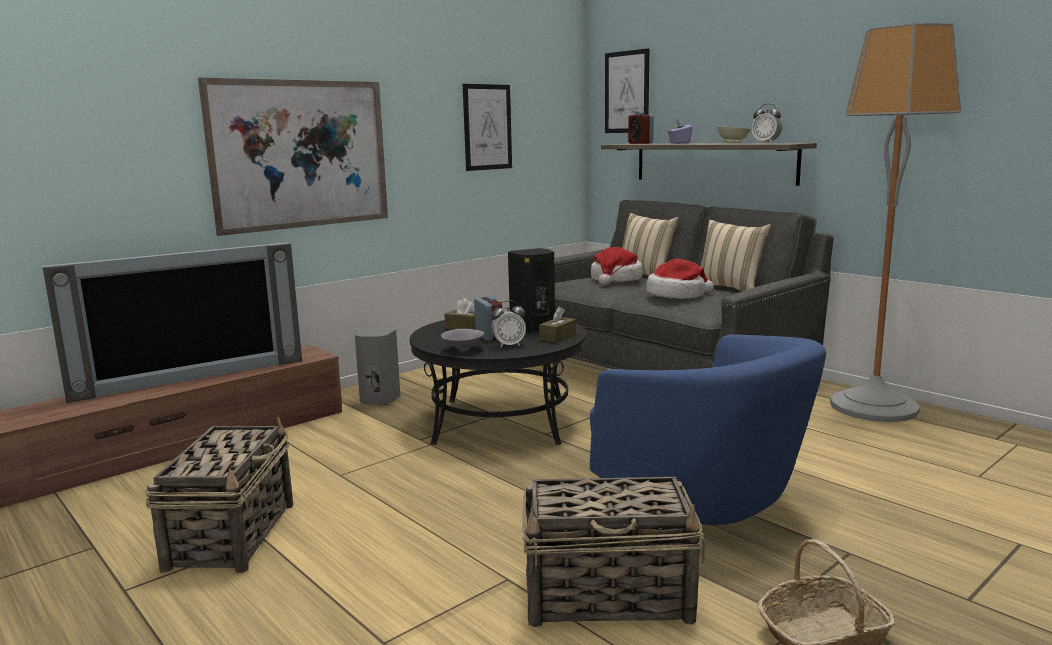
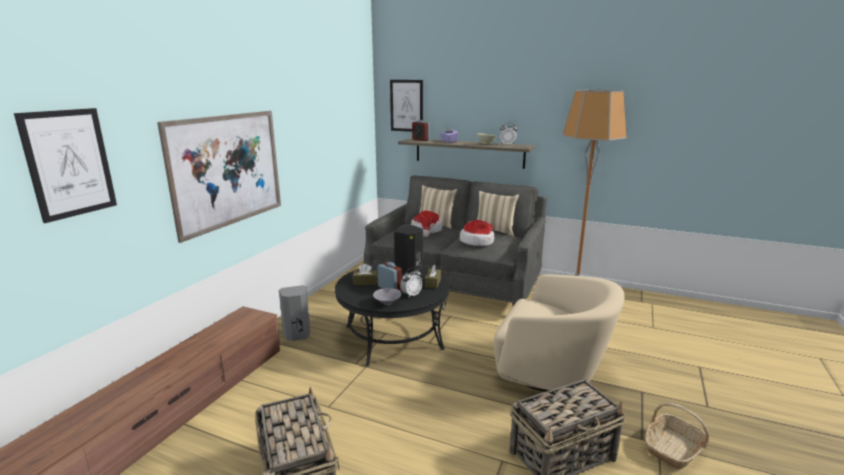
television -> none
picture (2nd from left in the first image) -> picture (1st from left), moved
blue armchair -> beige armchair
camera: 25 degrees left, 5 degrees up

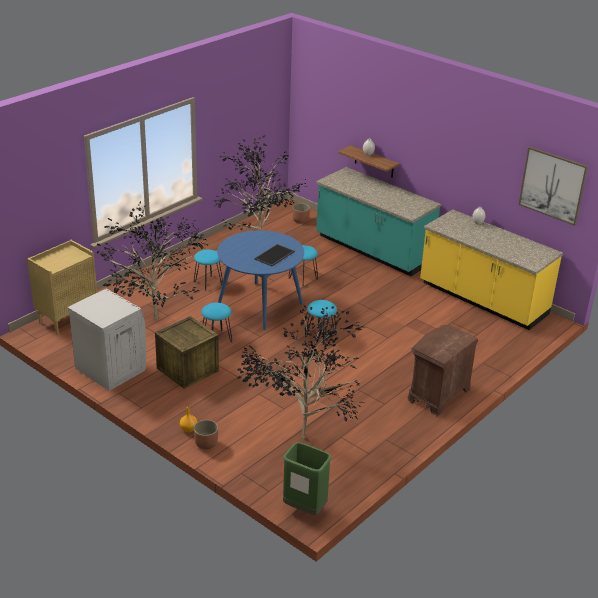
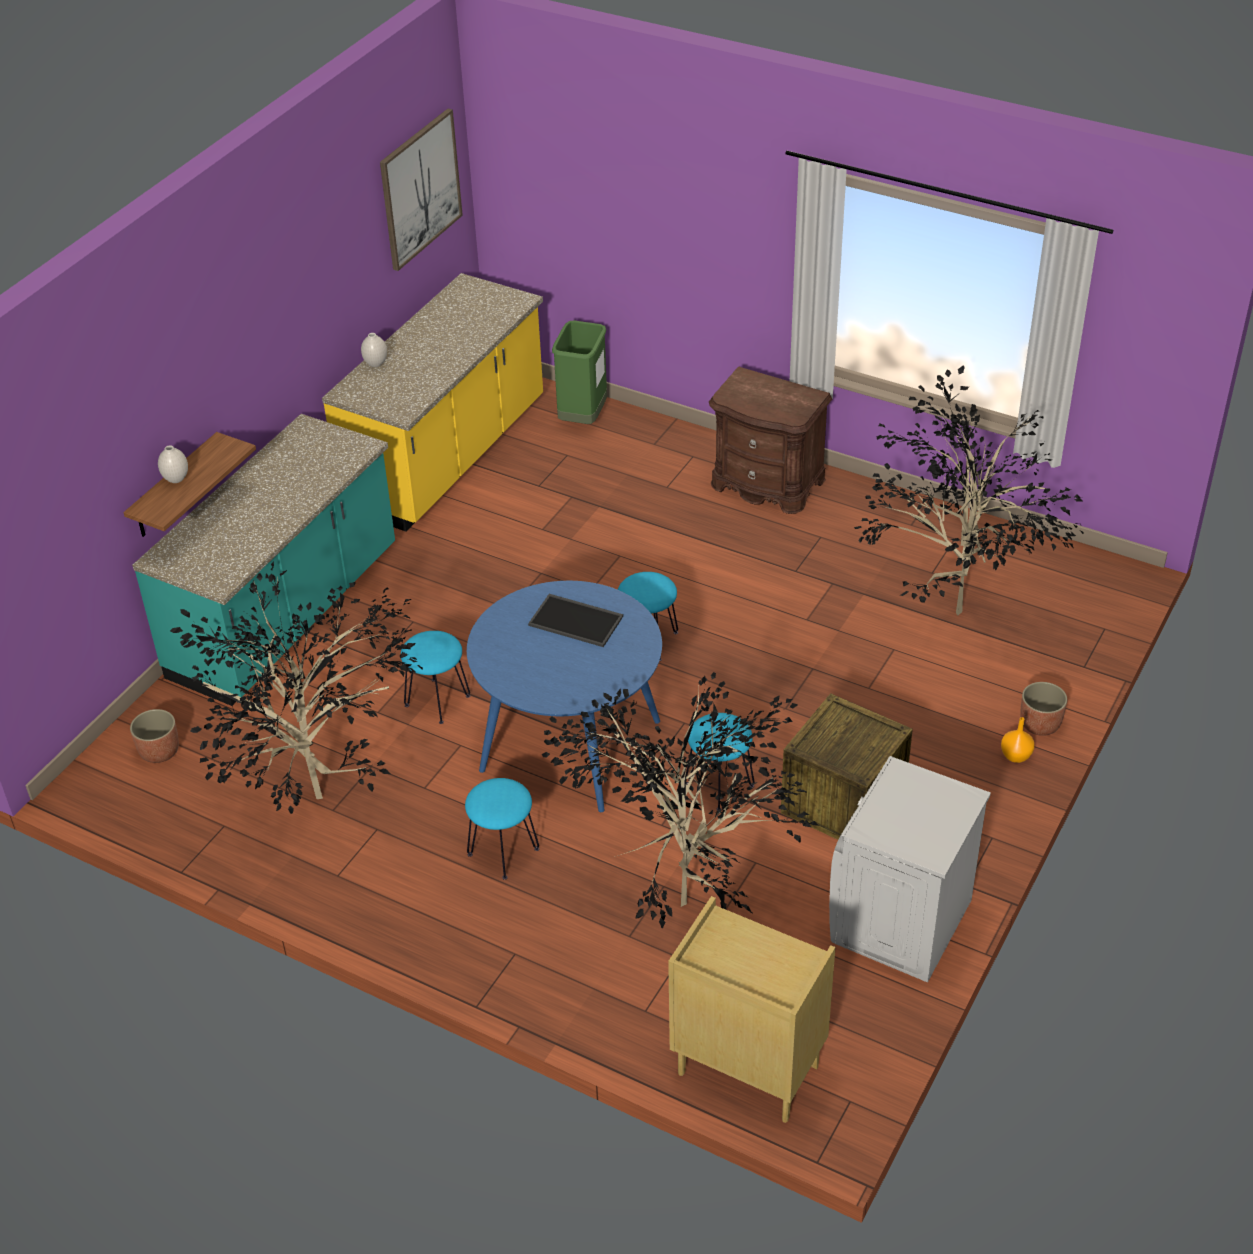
green trash can, moved
camera: 100 degrees left, 10 degrees up

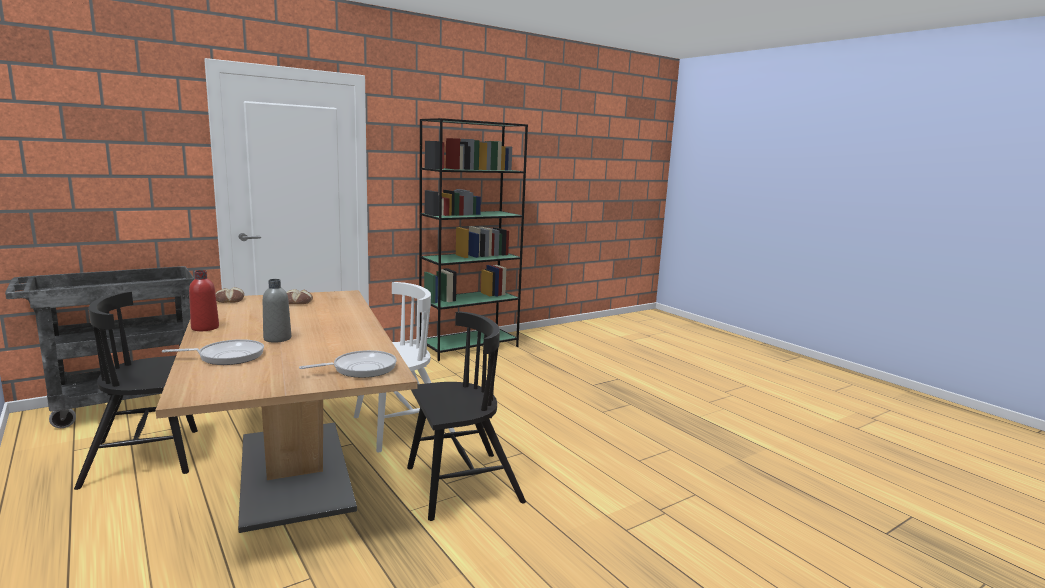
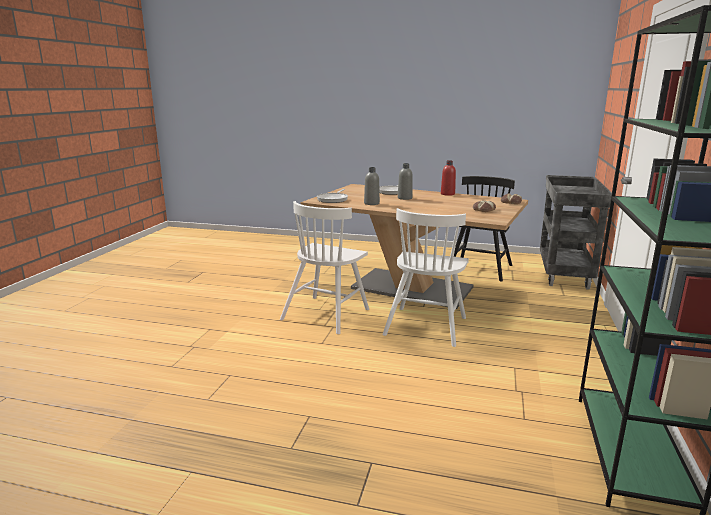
none -> grey bottle (1st from left)
black chair (2nd from left) -> white chair (1st from left)
camera: 140 degrees right, 5 degrees up

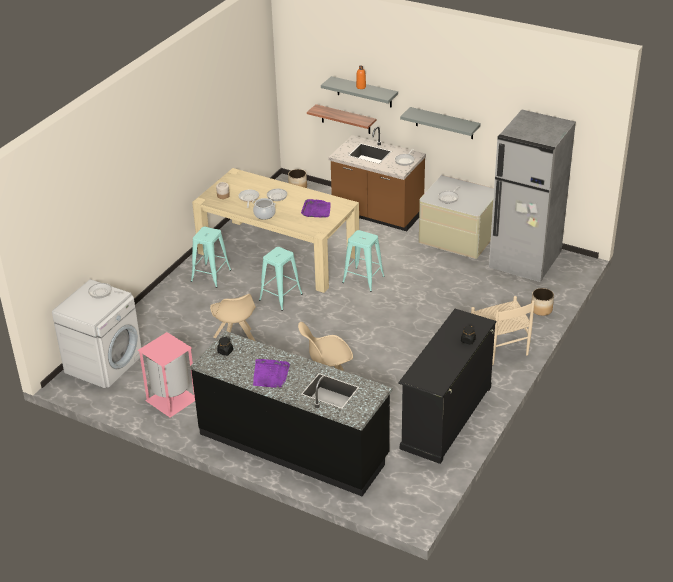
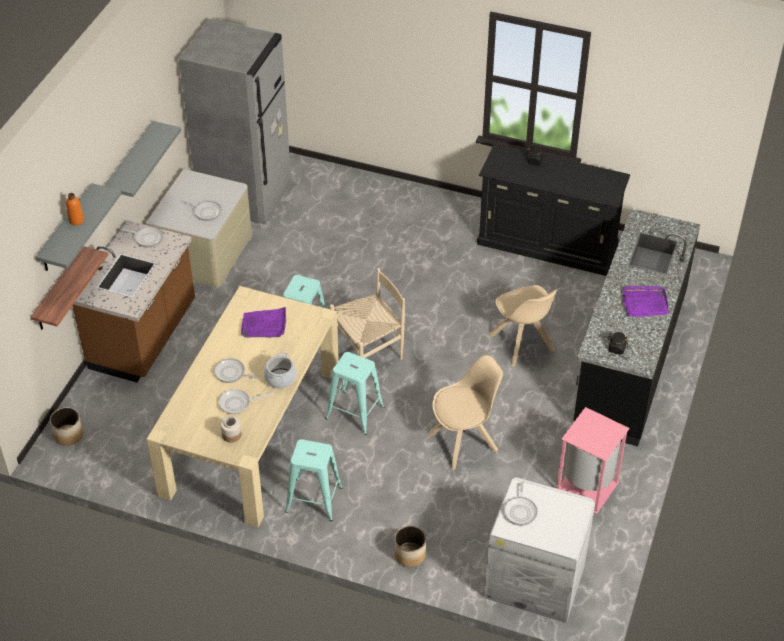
beige chair (3rd from left in the first image) -> beige chair (1st from left), moved
planter (2nd from left), moved
camera: 100 degrees left, 10 degrees up

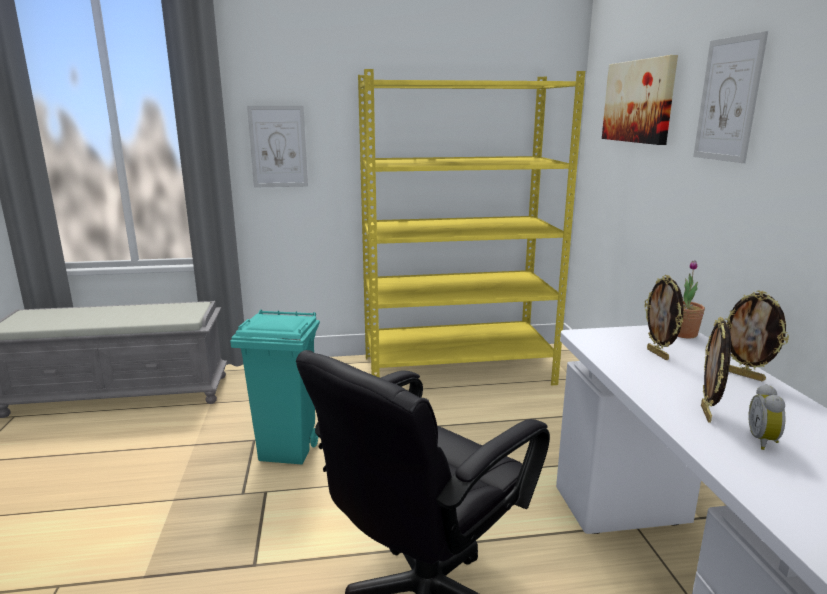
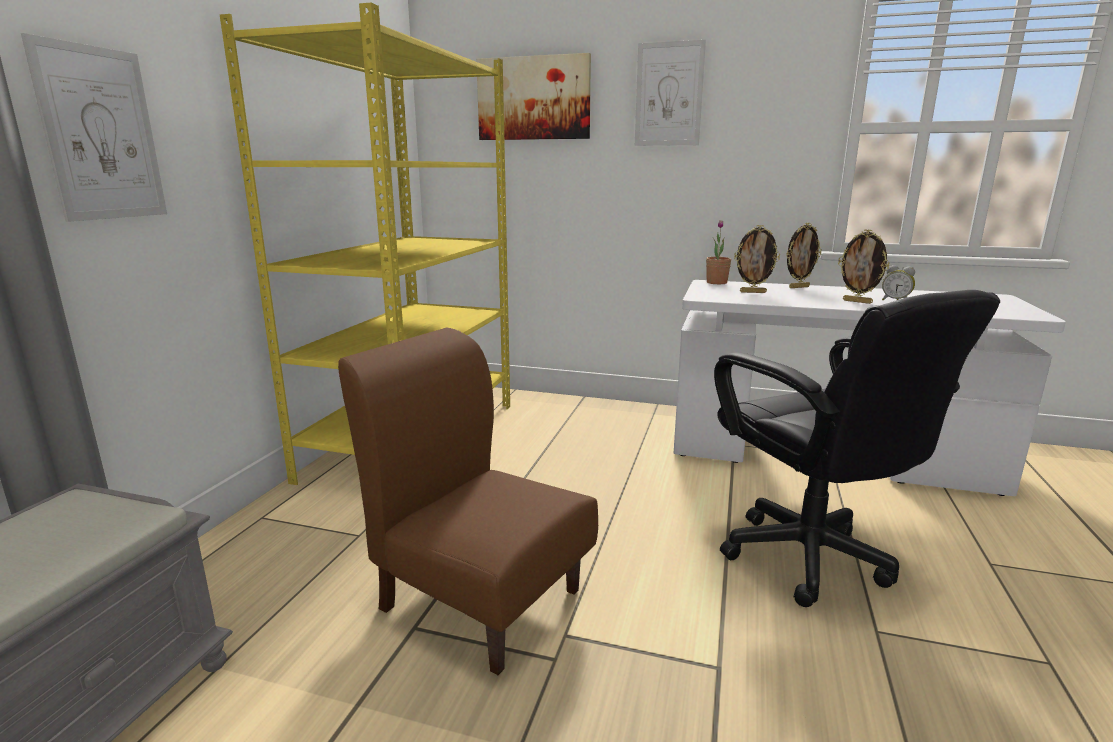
turquoise trash can -> brown chair
camera: 65 degrees left, 0 degrees up

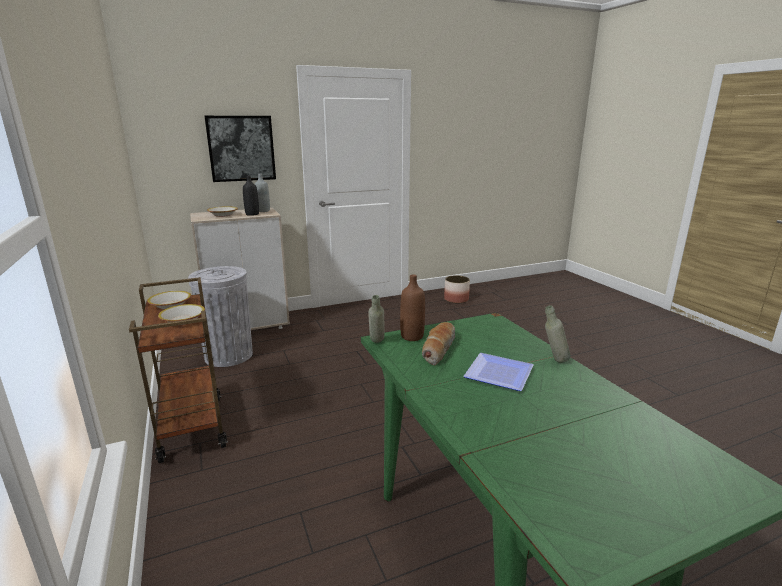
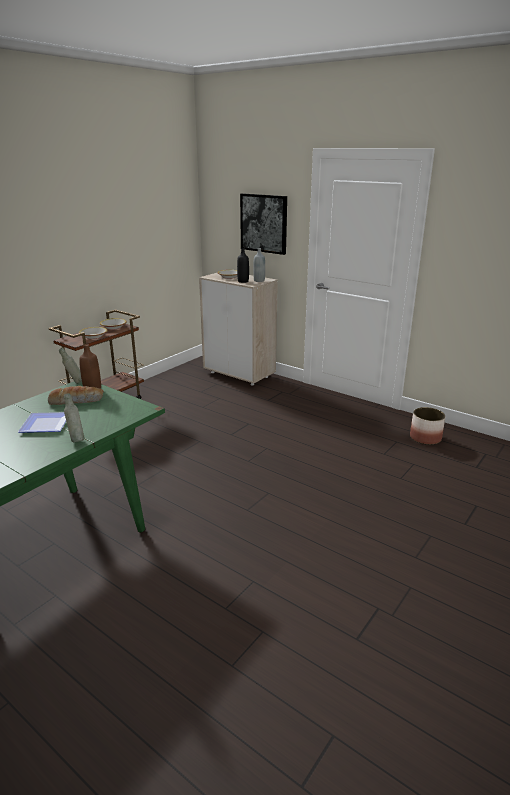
grey trash can -> none
camera: 60 degrees right, 5 degrees up

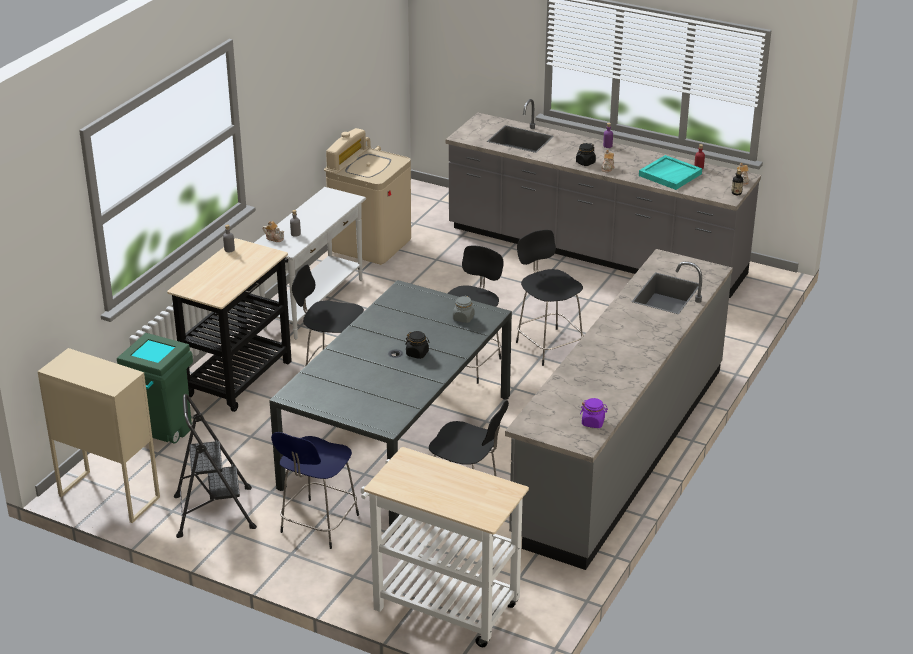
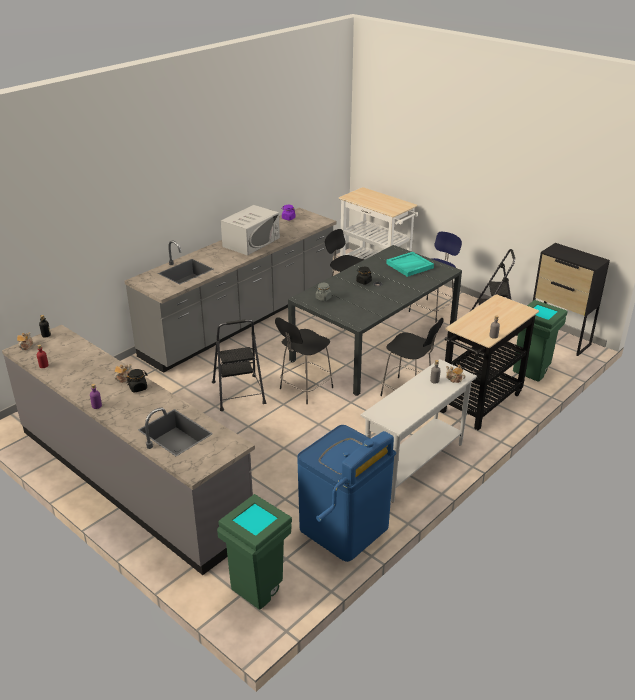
none -> green trash can (1st from left)
none -> white microwave
turquoise tray, moved
black stool (4th from left) -> black step ladder (1st from left)
beige cabinet -> black cabinet
beige washing machine -> blue washing machine
camera: 165 degrees left, 0 degrees up

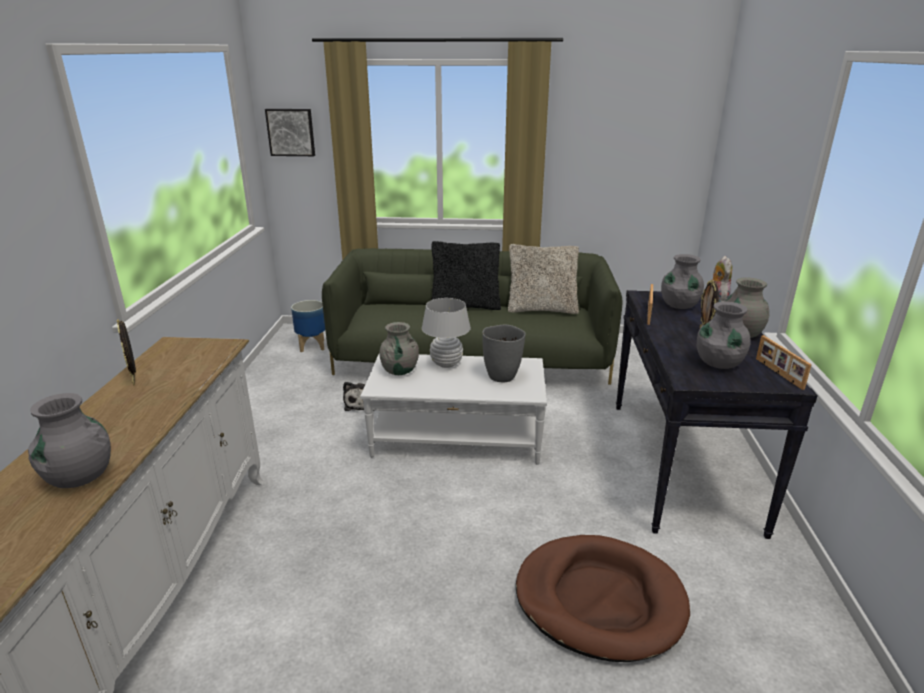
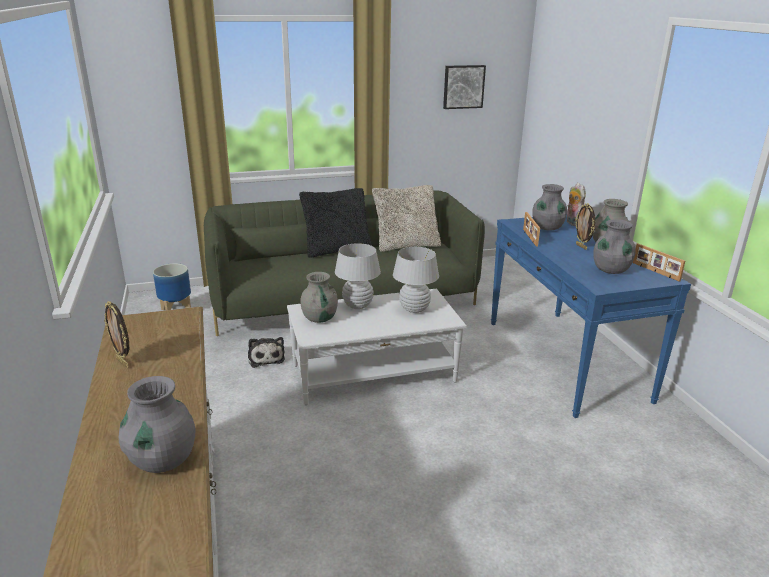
brown dog bed -> none
picture, moved
grey vase (3rd from left) -> white table lamp (2nd from left)
black console table -> blue console table
camera: 20 degrees left, 0 degrees up

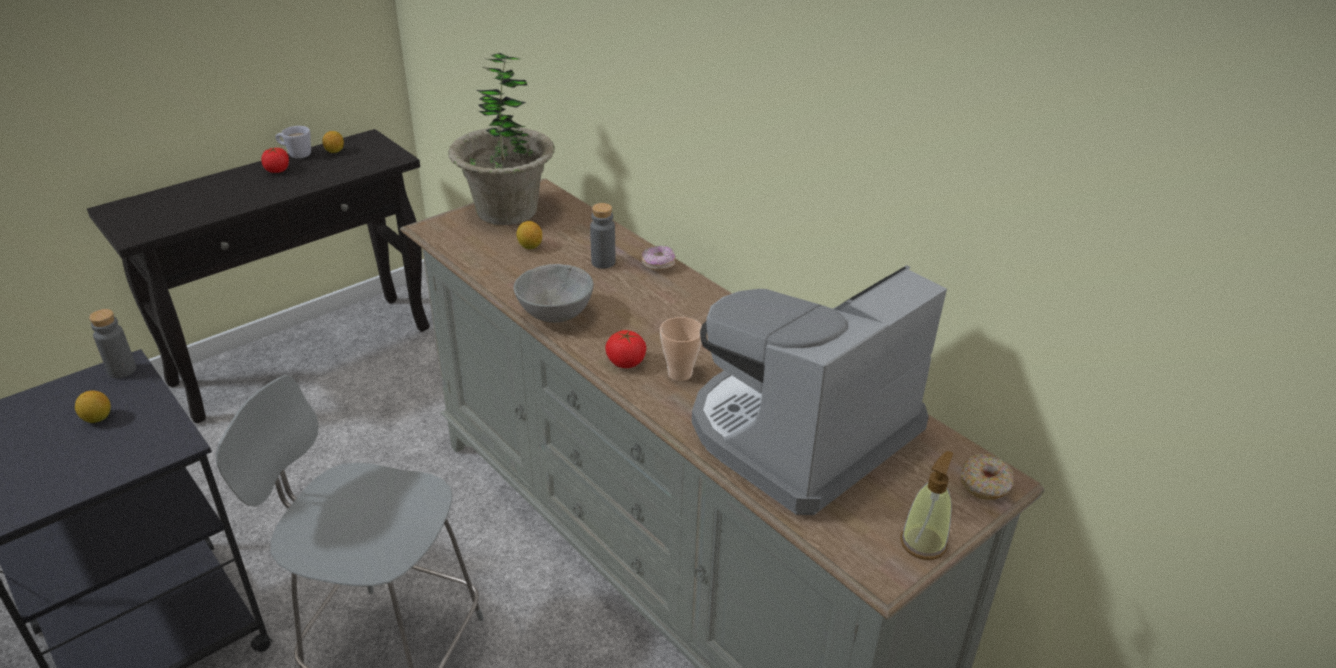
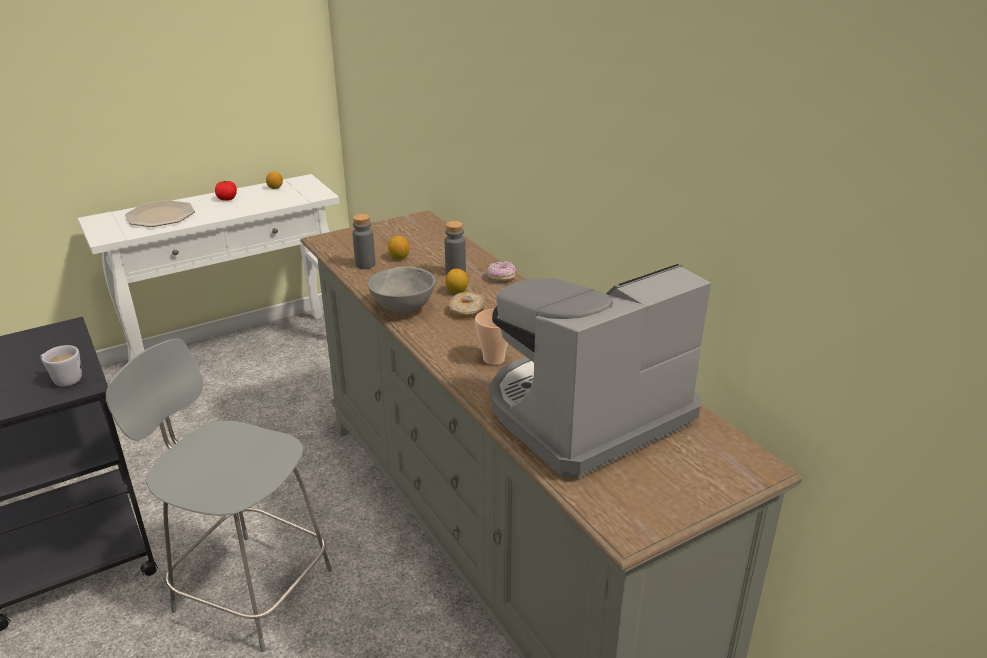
potted plant -> none
tomato (2nd from left) -> none
soap dispenser -> none
none -> plate
lemon (1st from left in the first image) -> lemon (3rd from left), moved
grey bottle (1st from left), moved
white mug, moved
donut (2nd from left in the first image) -> donut (1st from left), moved
black console table -> white console table
camera: 10 degrees right, 5 degrees down

